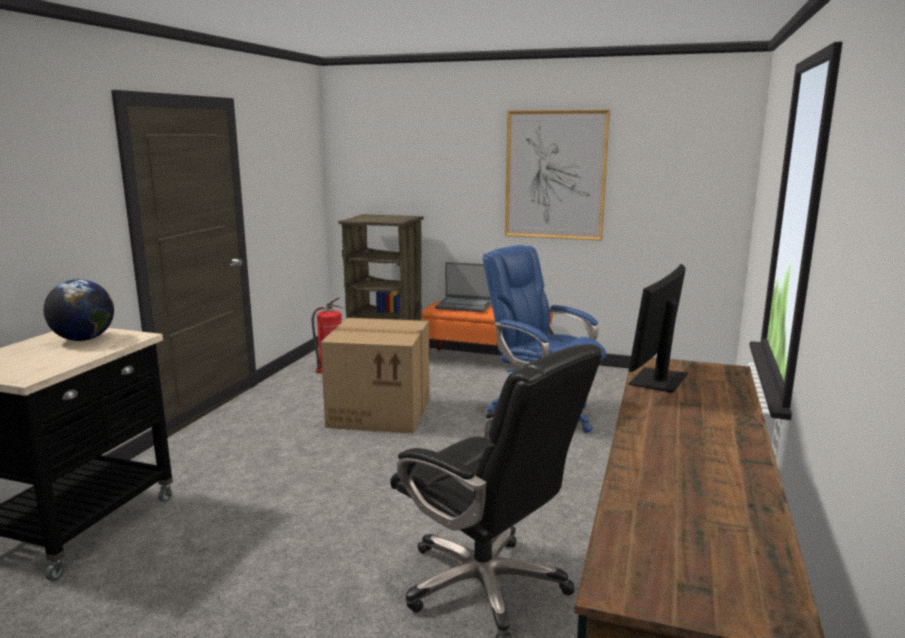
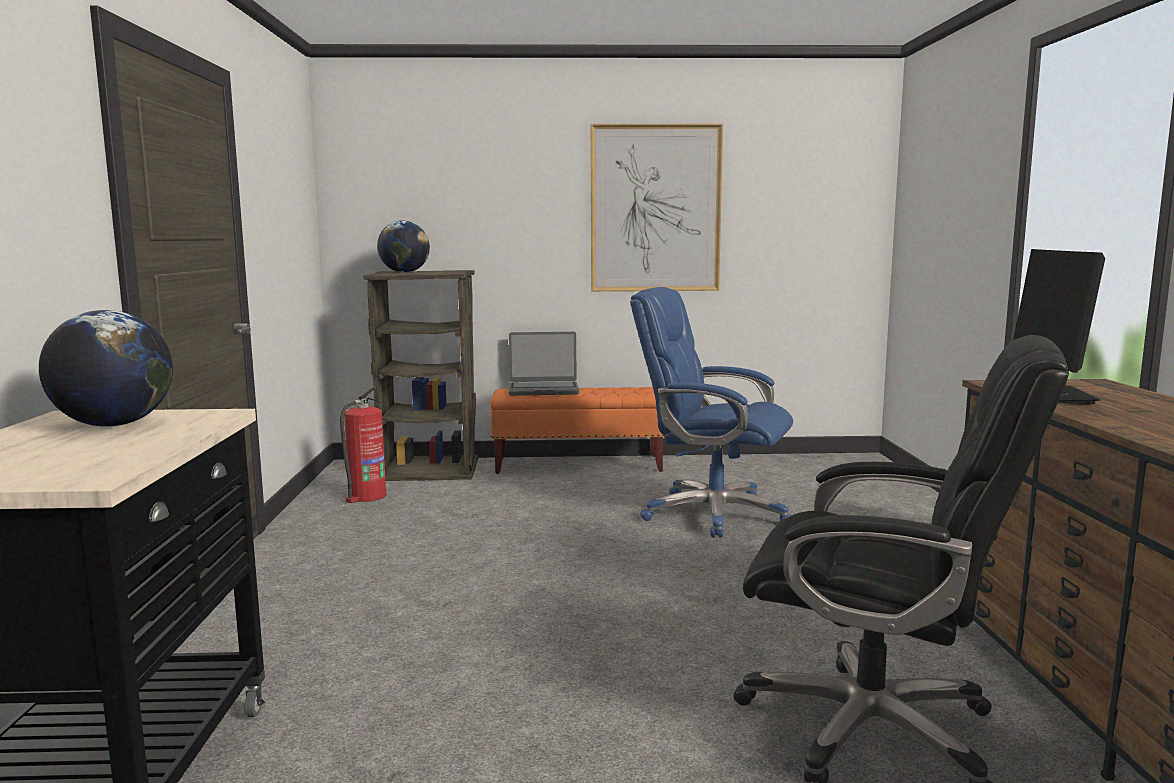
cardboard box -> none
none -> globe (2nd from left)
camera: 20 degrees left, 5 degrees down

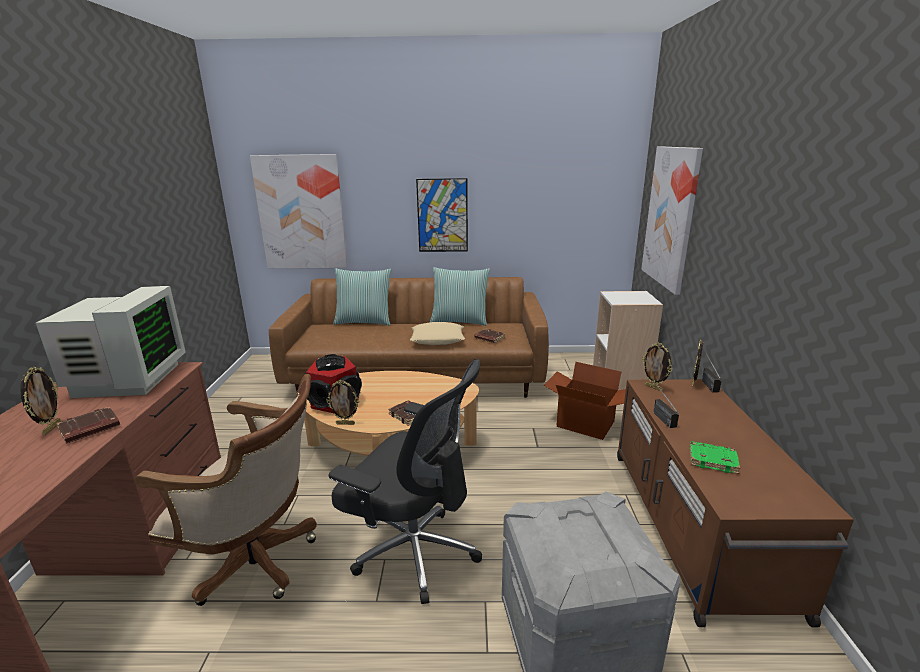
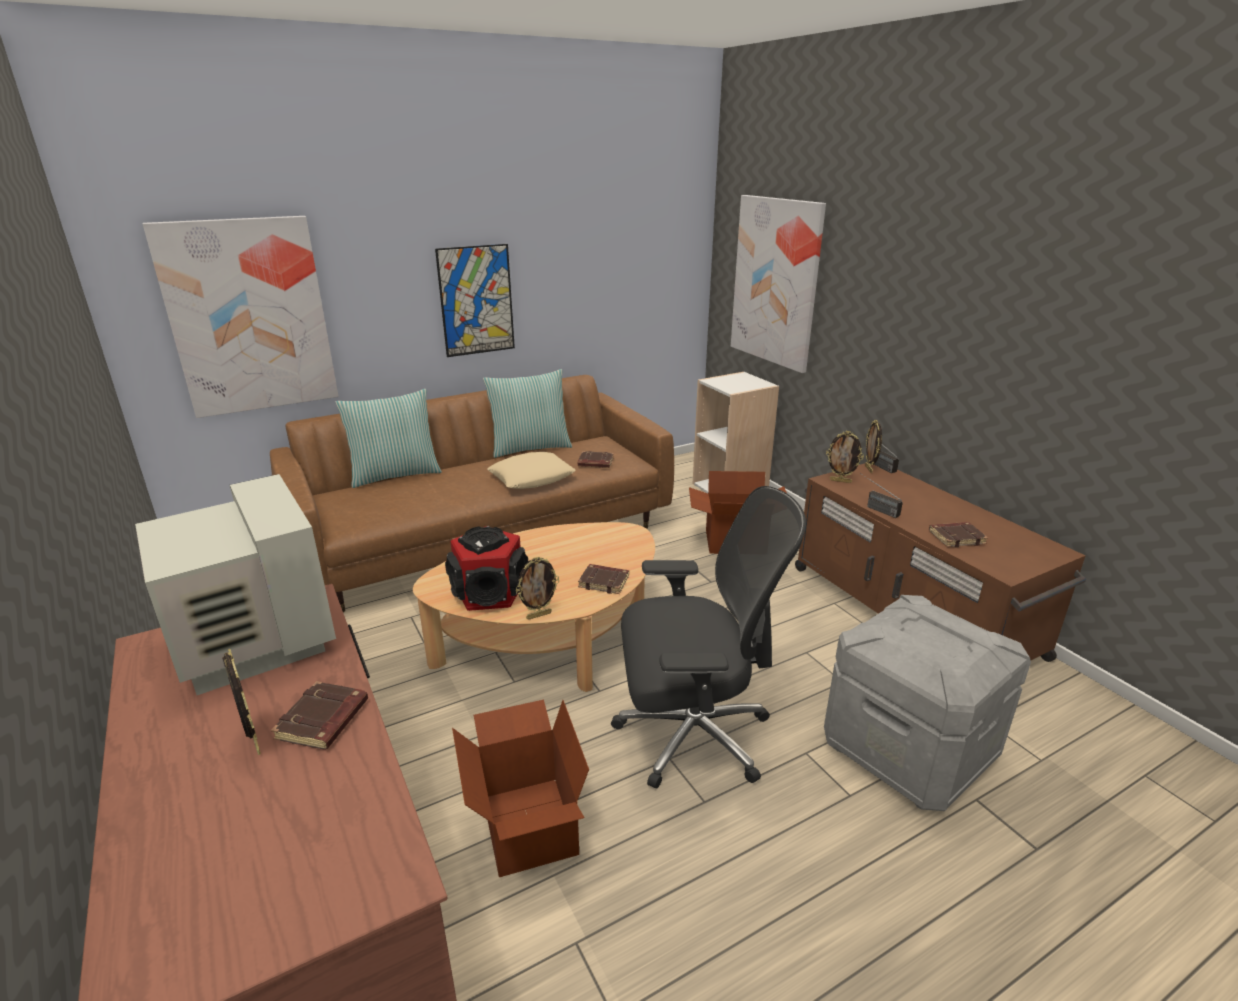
office chair (1st from left) -> cardboard box (1st from left)
green book -> brown book (4th from left)
camera: 30 degrees left, 5 degrees up

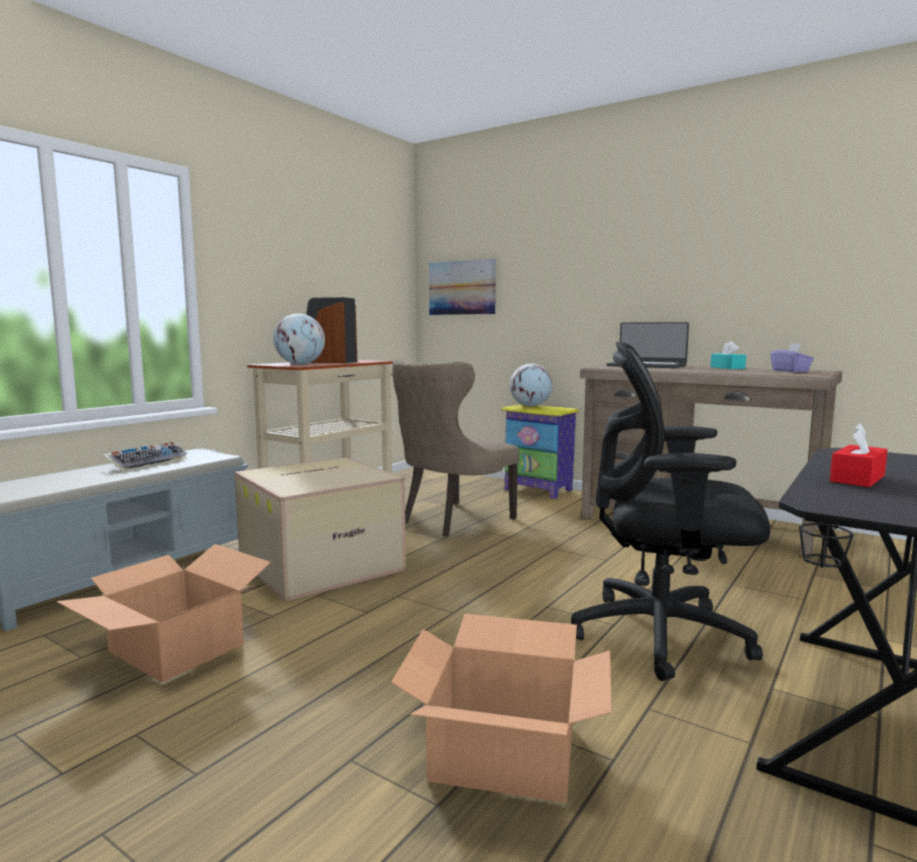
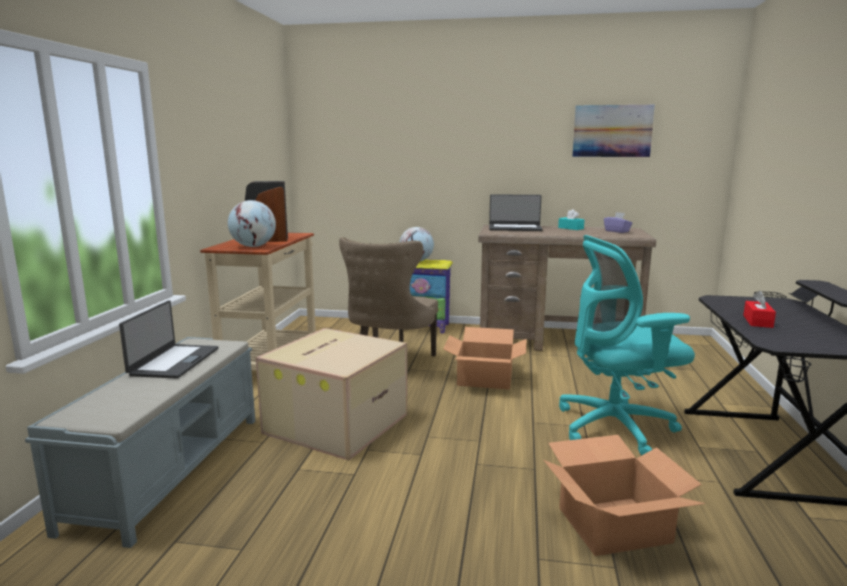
cardboard box (1st from left in the first image) -> cardboard box (2nd from left), moved
picture, moved
keyboard -> laptop (1st from left)
black office chair -> turquoise office chair
camera: 25 degrees left, 5 degrees up

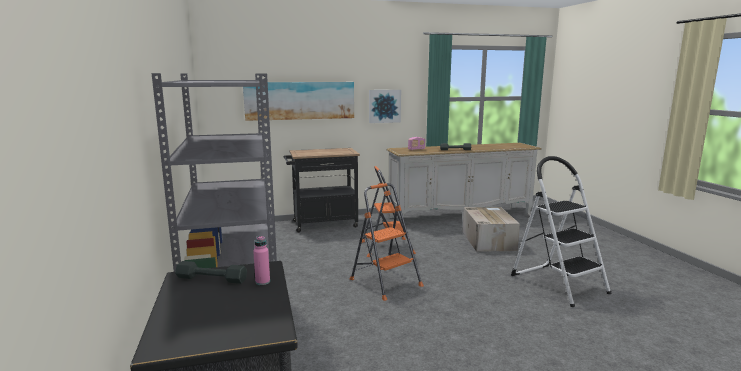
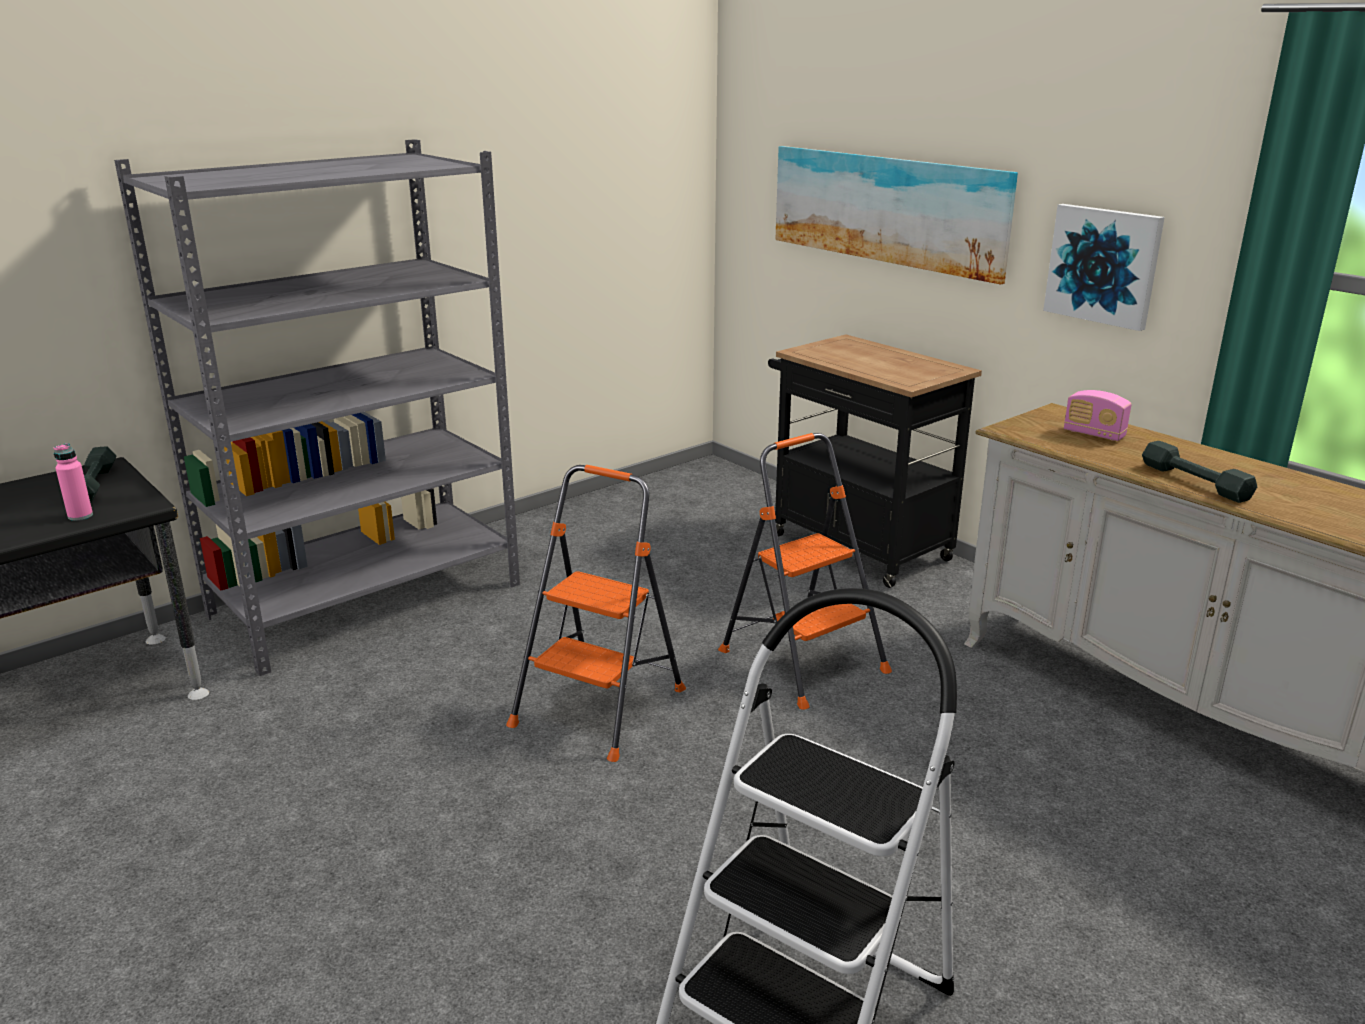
cardboard box -> none
camera: 65 degrees right, 10 degrees up

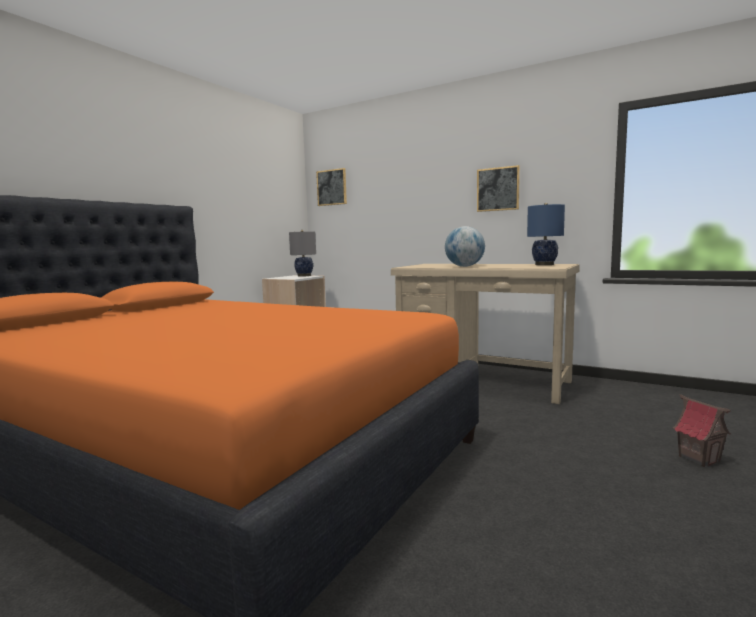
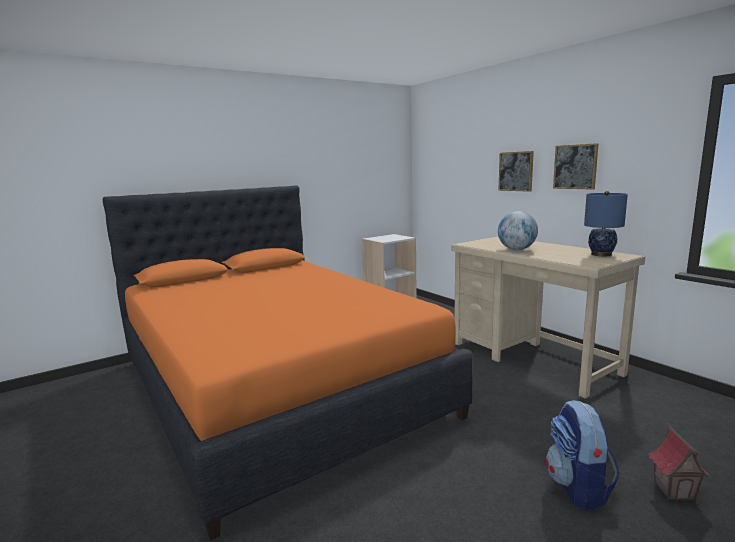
grey table lamp -> none
none -> backpack
picture (1st from left), moved
camera: 25 degrees right, 5 degrees up

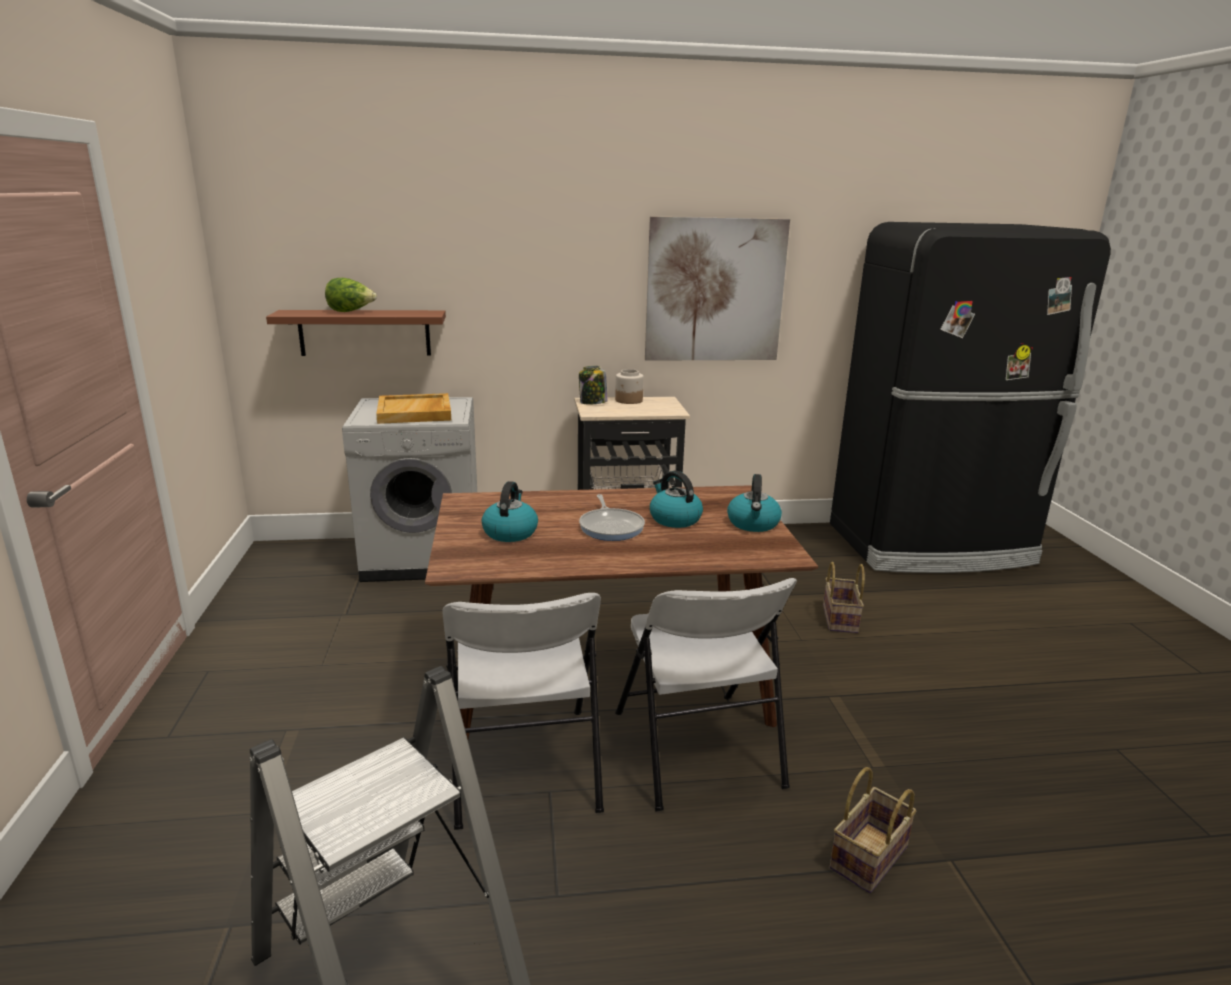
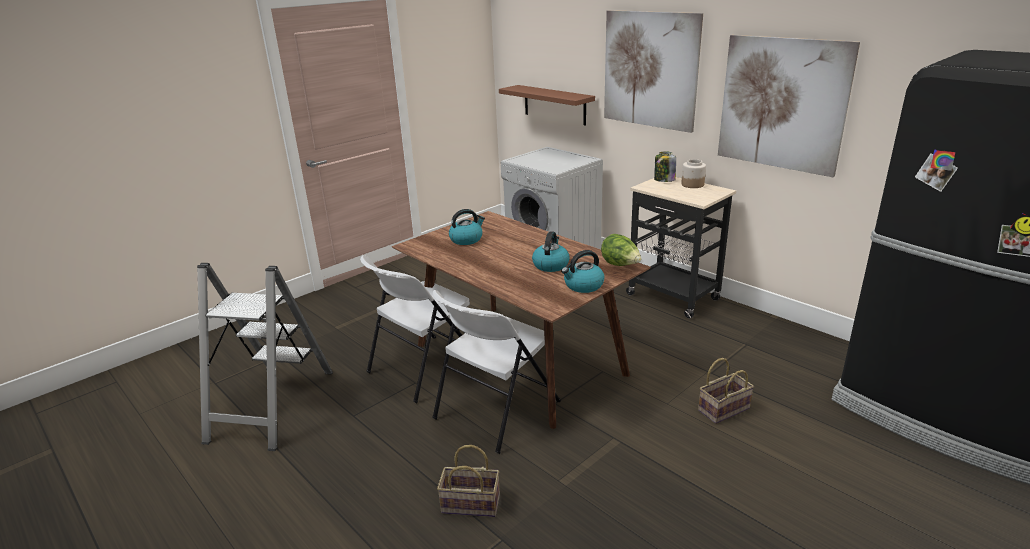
beige tray -> none
frying pan -> none
none -> picture (1st from left)
lettuce, moved
camera: 55 degrees right, 5 degrees up

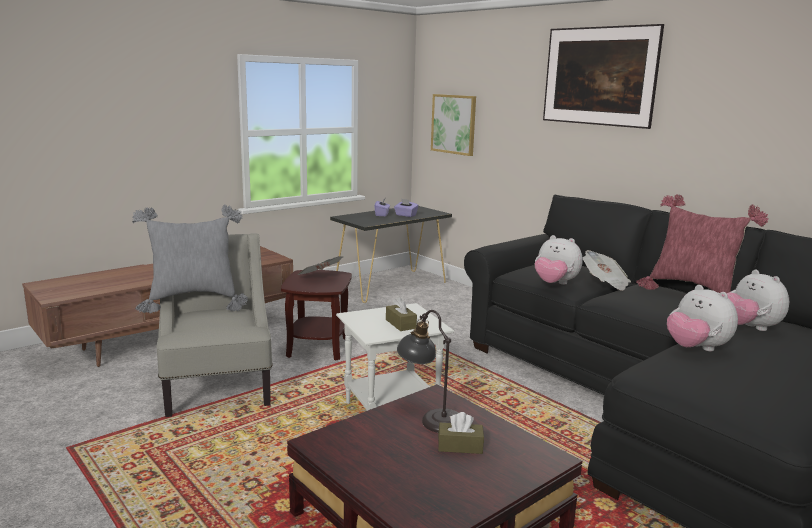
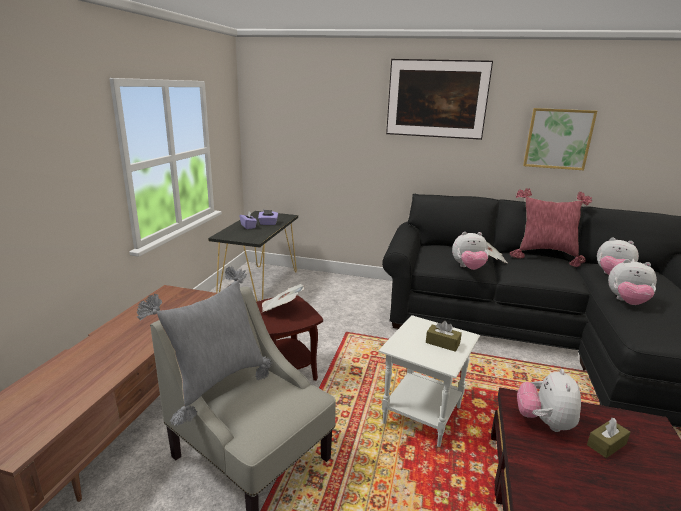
picture (1st from left in the first image) -> picture (2nd from left), moved
grey table lamp -> plush toy (2nd from left)
camera: 35 degrees left, 5 degrees up

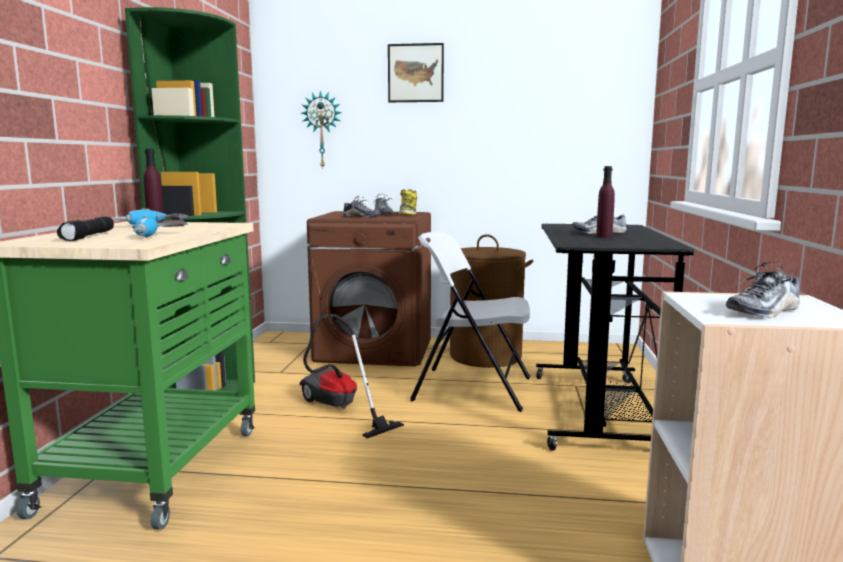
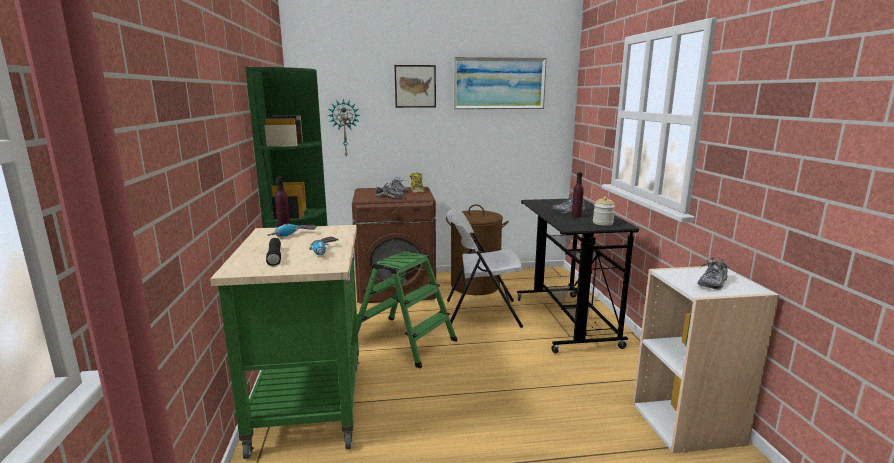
none -> picture (2nd from left)
none -> jar
vacuum cleaner -> green step ladder
camera: 15 degrees left, 5 degrees up

